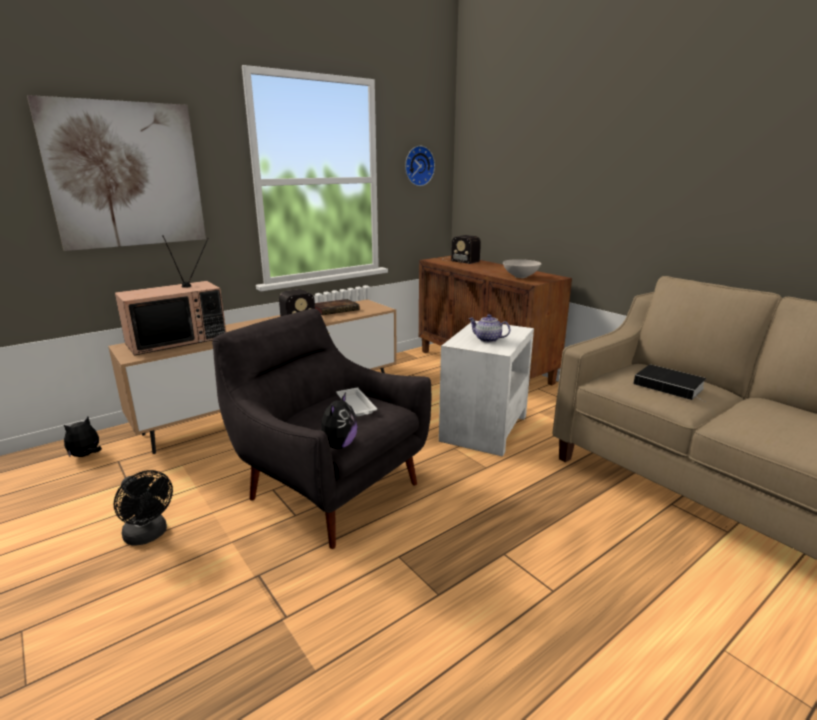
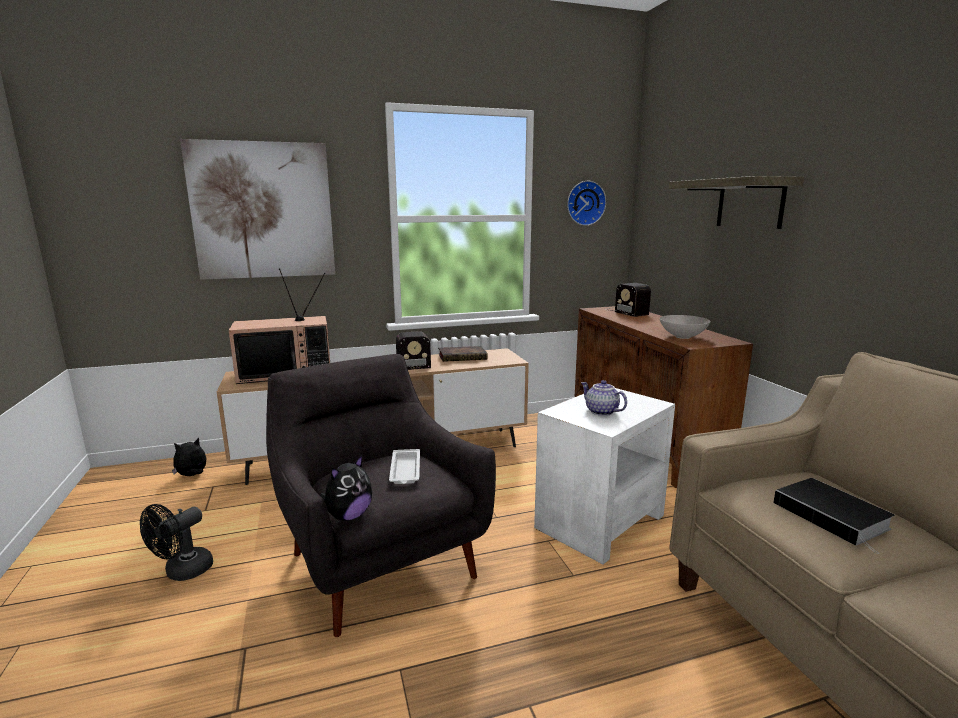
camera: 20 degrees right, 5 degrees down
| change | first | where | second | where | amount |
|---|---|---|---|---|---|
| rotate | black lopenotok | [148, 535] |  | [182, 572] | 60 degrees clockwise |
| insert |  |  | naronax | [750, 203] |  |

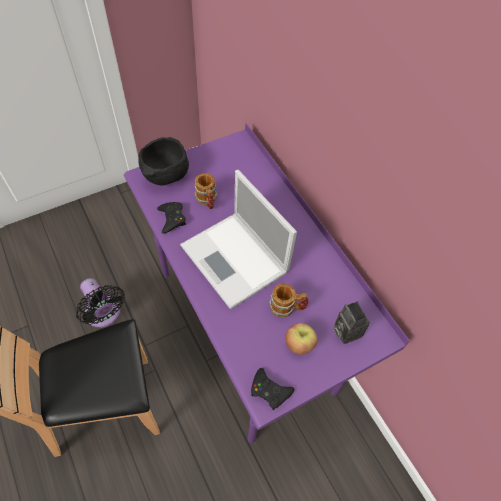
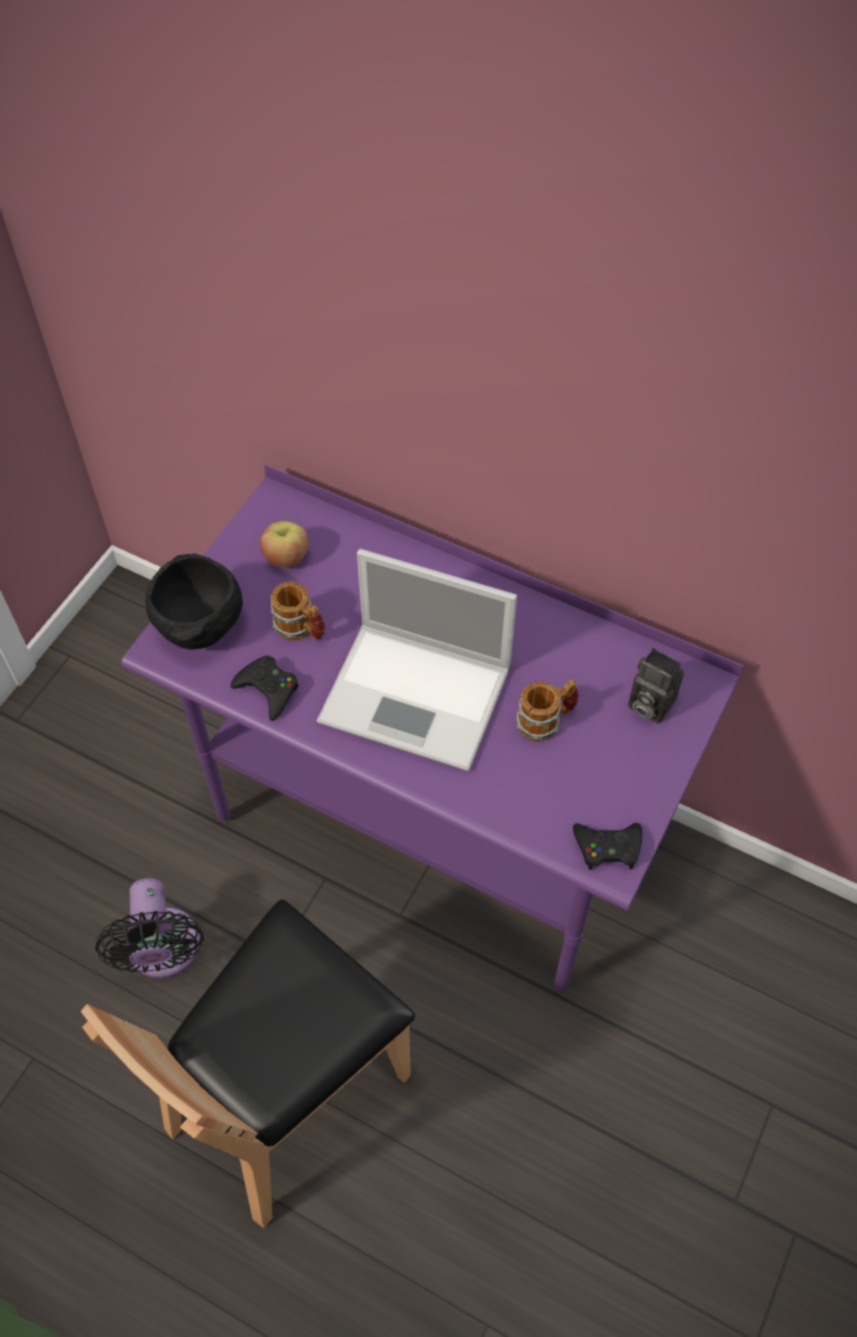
camera: 30 degrees left, 0 degrees up
| change | first | where | second | where | amount |
|---|---|---|---|---|---|
| rotate | black lopenotok | [104, 315] |  | [164, 951] | 60 degrees clockwise |
| move | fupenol | [299, 344] |  | [286, 557] |  |

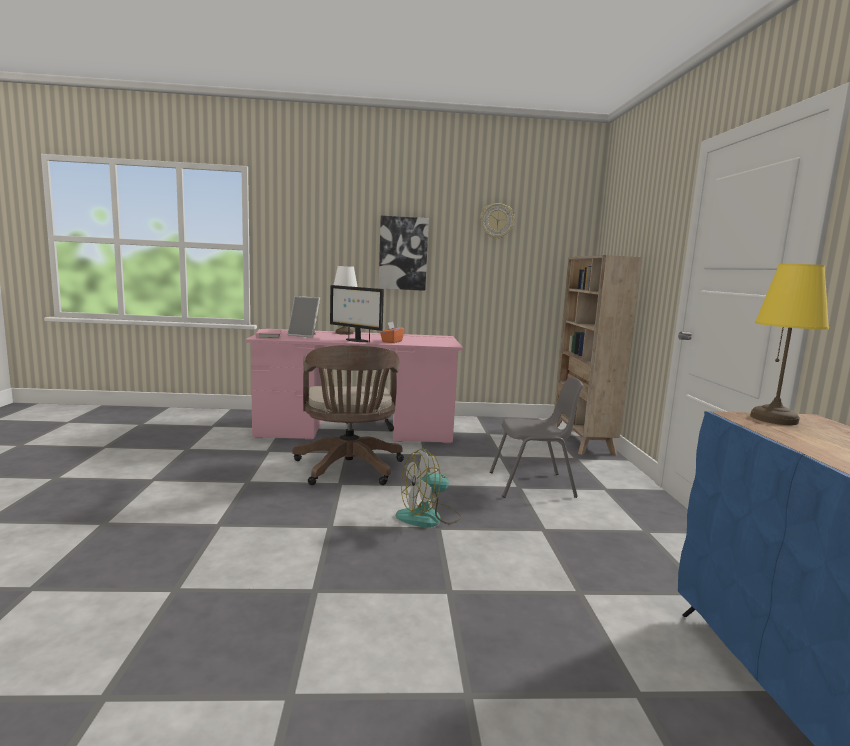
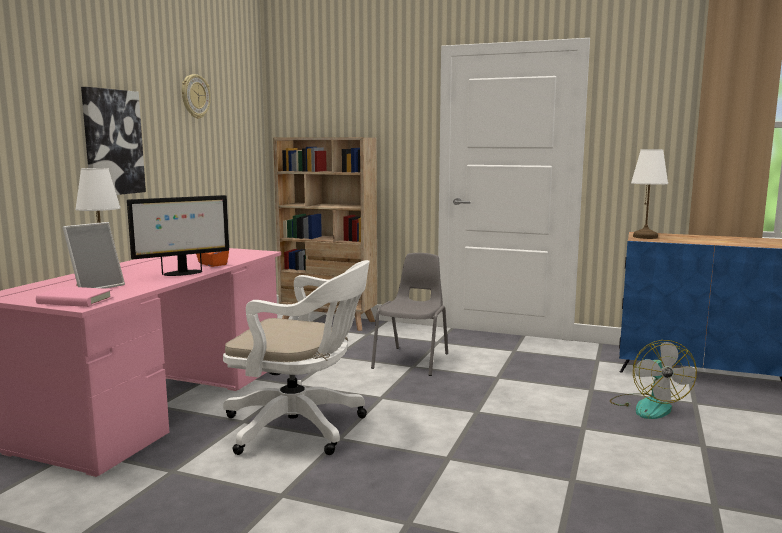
camera: 65 degrees left, 0 degrees up
| change | first | where | second | where | amount |
|---|---|---|---|---|---|
| recolor | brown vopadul | [349, 469] | white vopadul | [301, 428] |  |
| move | lopenotok | [429, 517] |  | [648, 406] |  |
| recolor | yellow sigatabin | [774, 419] | white sigatabin | [645, 237] |  |

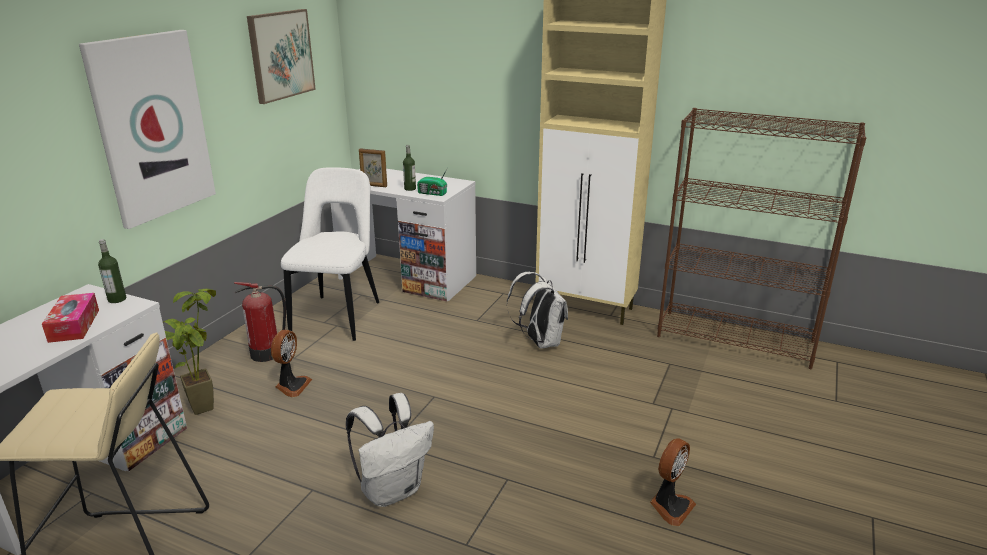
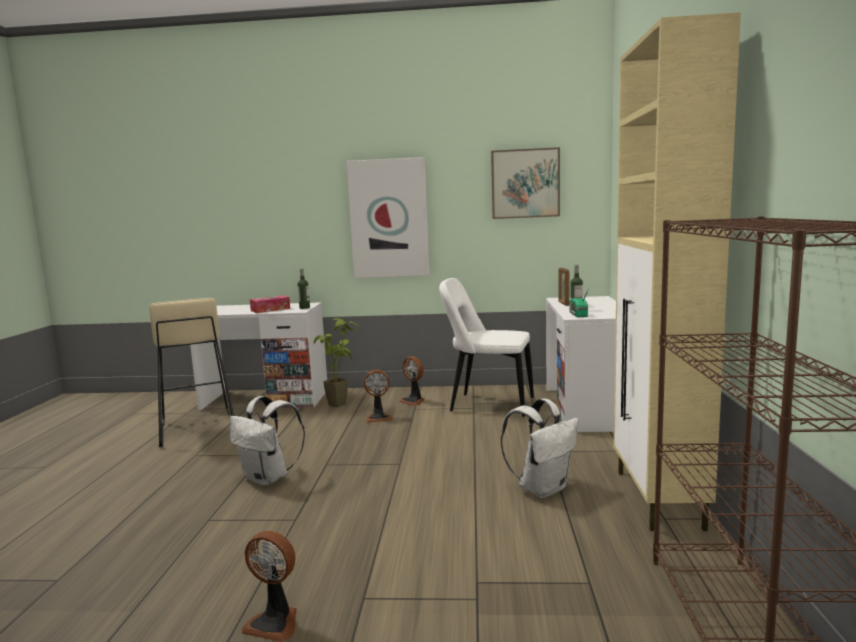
camera: 70 degrees right, 15 degrees down
| change | first | where | second | where | amount |
|---|---|---|---|---|---|
| replace | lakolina | [267, 353] | lopenotok | [413, 401] |  |
| rotate | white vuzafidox | [338, 316] |  | [488, 405] | 150 degrees counterclockwise |

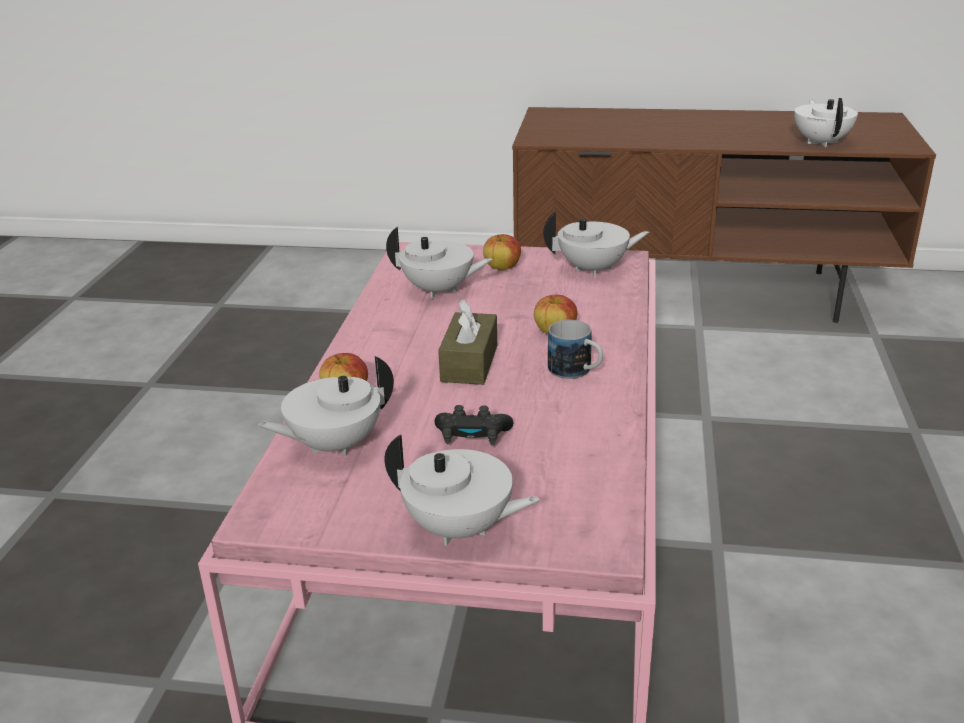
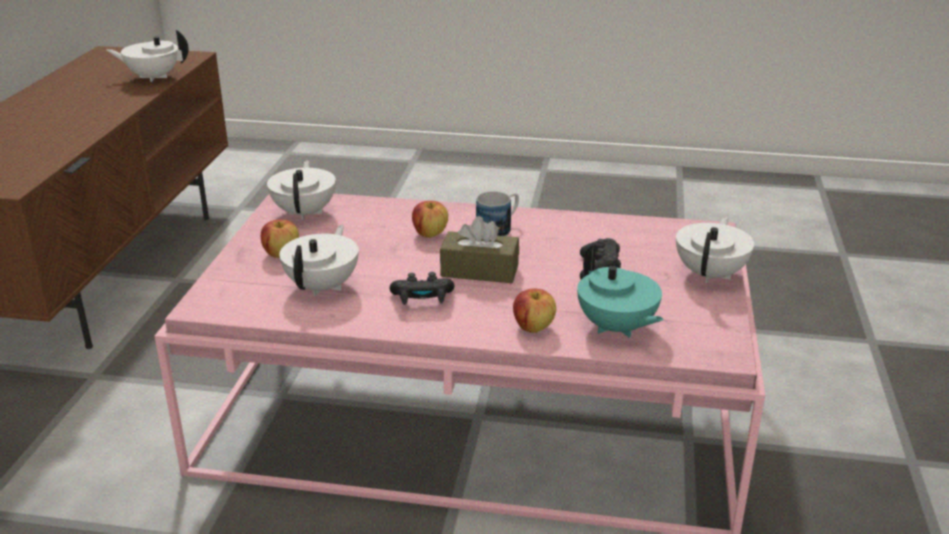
camera: 90 degrees left, 0 degrees up
| change | first | where | second | where | amount |
|---|---|---|---|---|---|
| insert |  |  | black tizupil | [422, 300] |  |
| recolor | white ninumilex | [334, 445] | turquoise ninumilex | [616, 328] |  |

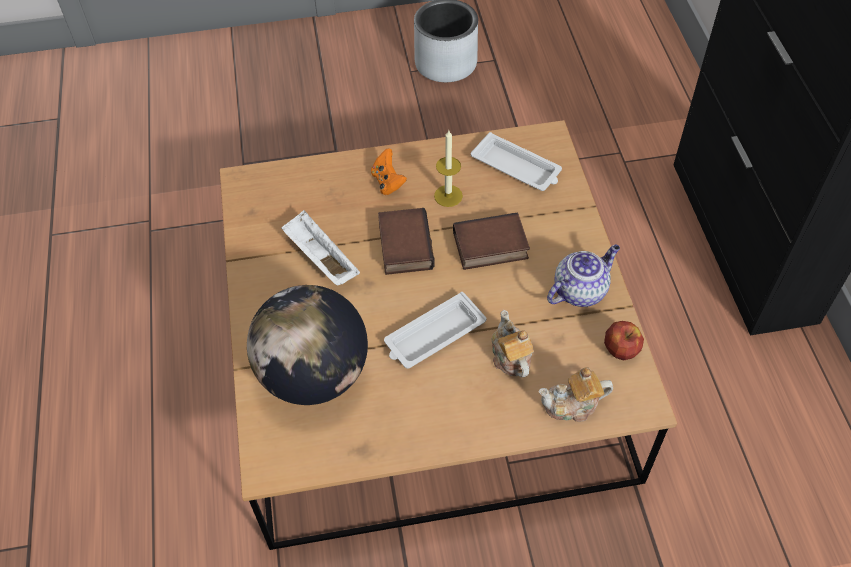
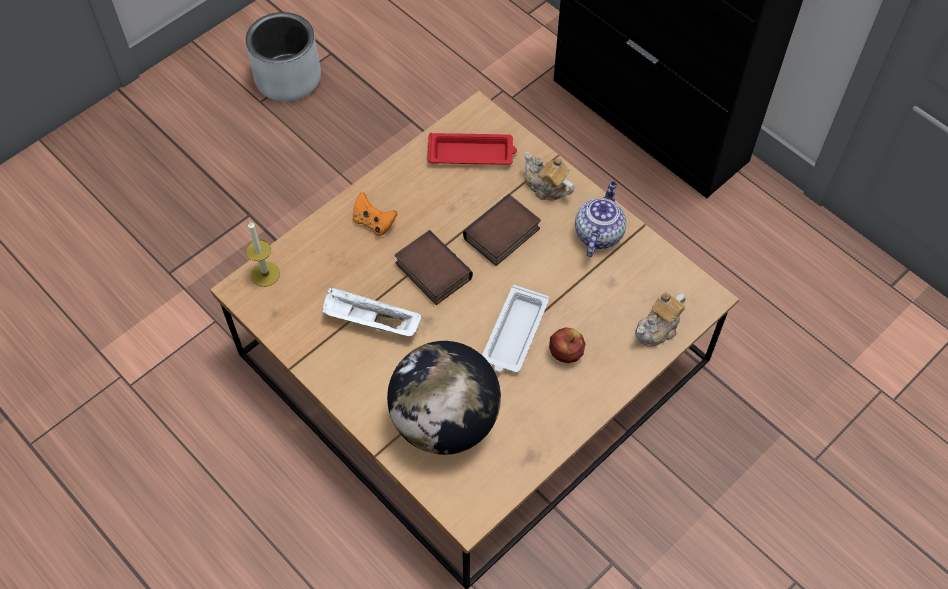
camera: 35 degrees left, 5 degrees up
| change | first | where | second | where | amount |
|---|---|---|---|---|---|
| move | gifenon | [448, 196] |  | [265, 274] |  |
| recolor | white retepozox | [517, 167] | red retepozox | [472, 153] |  |
| move | ninumilex | [510, 357] |  | [546, 187] |  |
| move | fupenol | [621, 349] |  | [565, 352] |  |

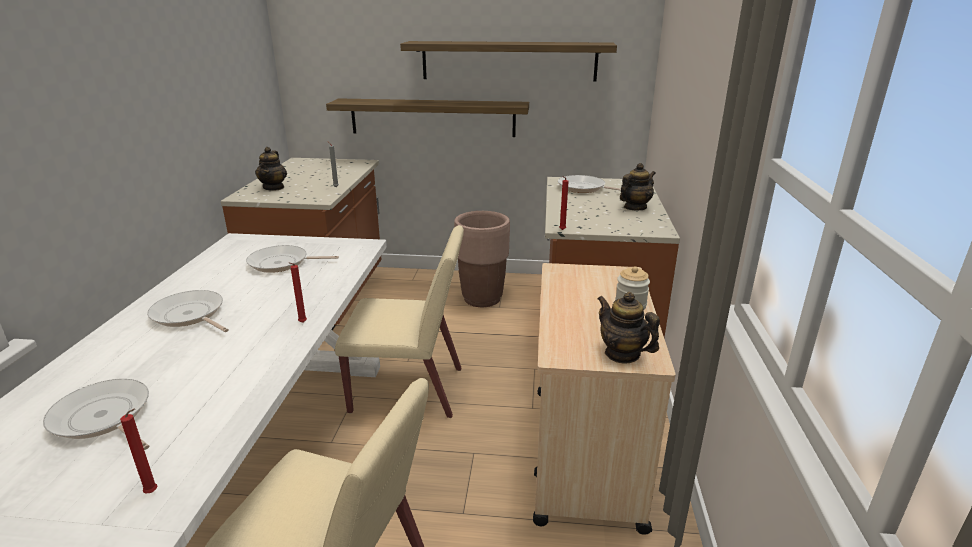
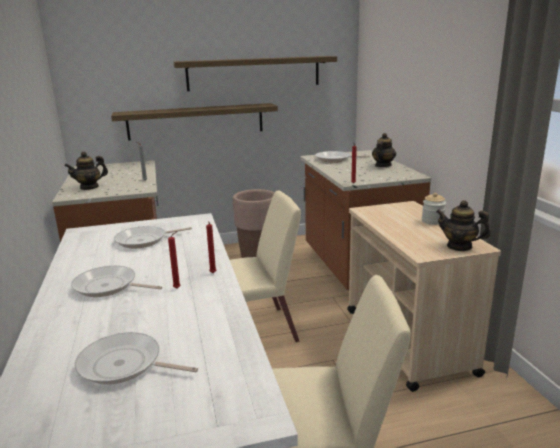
camera: 20 degrees left, 5 degrees down
| change | first | where | second | where | amount |
|---|---|---|---|---|---|
| rotate | ninumilex | [274, 187] |  | [89, 187] | 75 degrees clockwise |
| move | red gifenon | [153, 492] |  | [178, 288] |  |

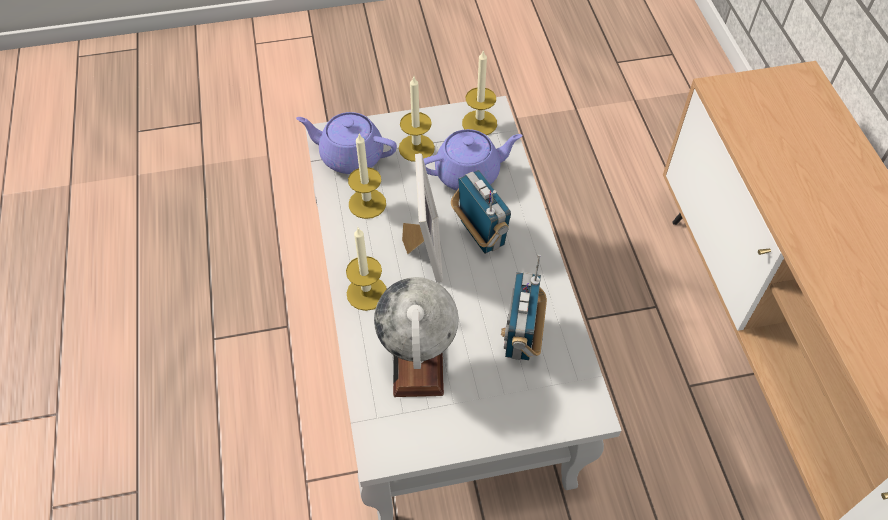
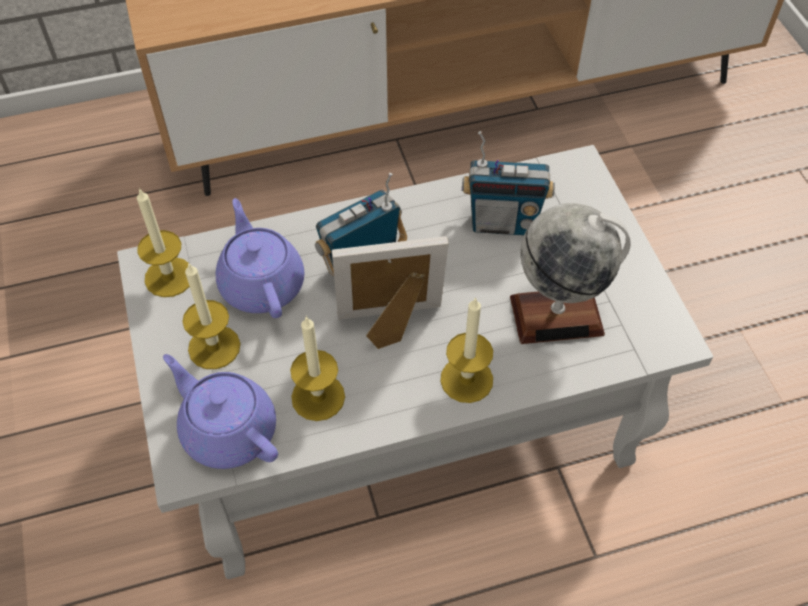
camera: 95 degrees left, 0 degrees up
| change | first | where | second | where | amount |
|---|---|---|---|---|---|
| rotate | purple ninumilex | [350, 156] |  | [227, 430] | 120 degrees clockwise |

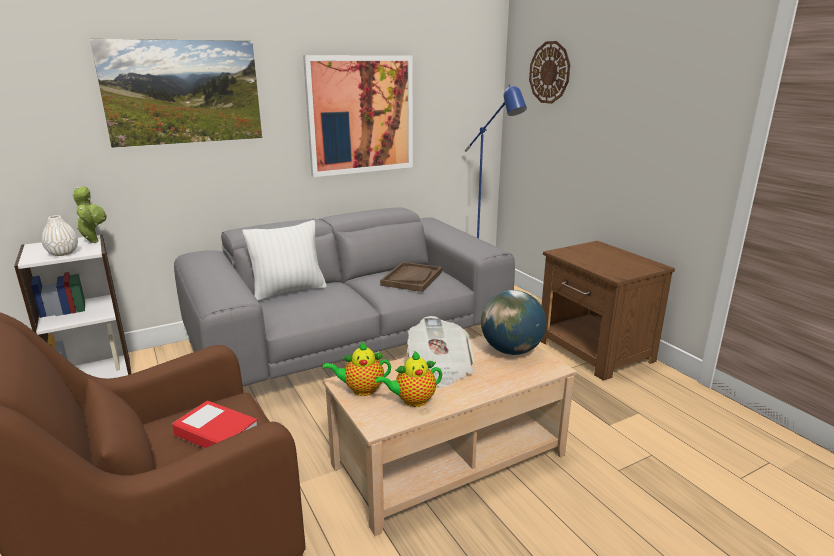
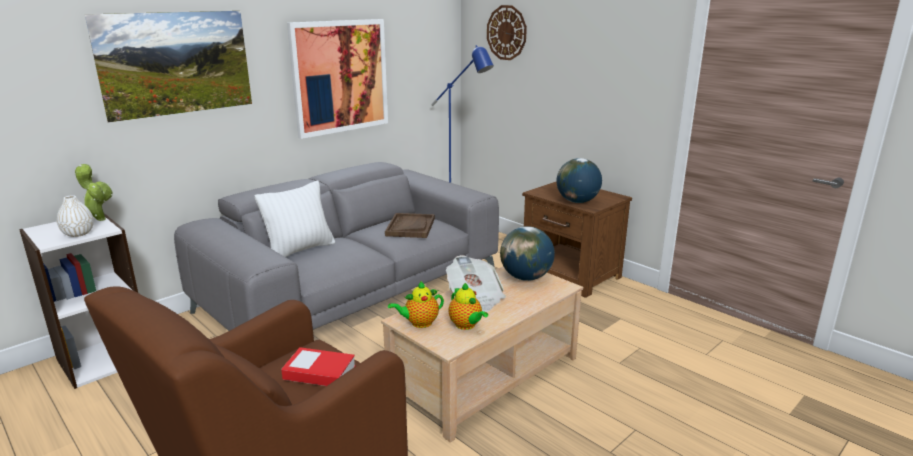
camera: 15 degrees left, 0 degrees up
| change | first | where | second | where | amount |
|---|---|---|---|---|---|
| rotate | ninumilex | [412, 400] |  | [466, 325] | 90 degrees counterclockwise |
| insert |  |  | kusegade | [577, 201] |  |

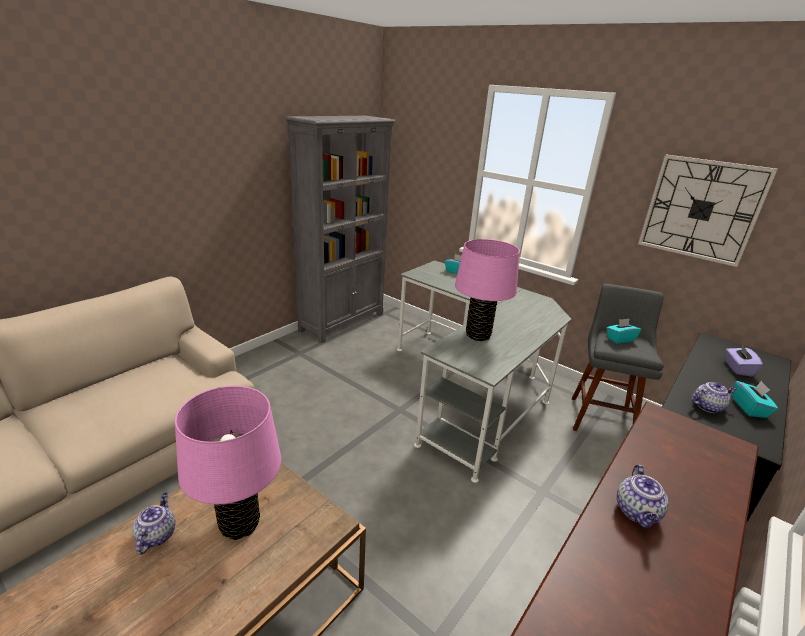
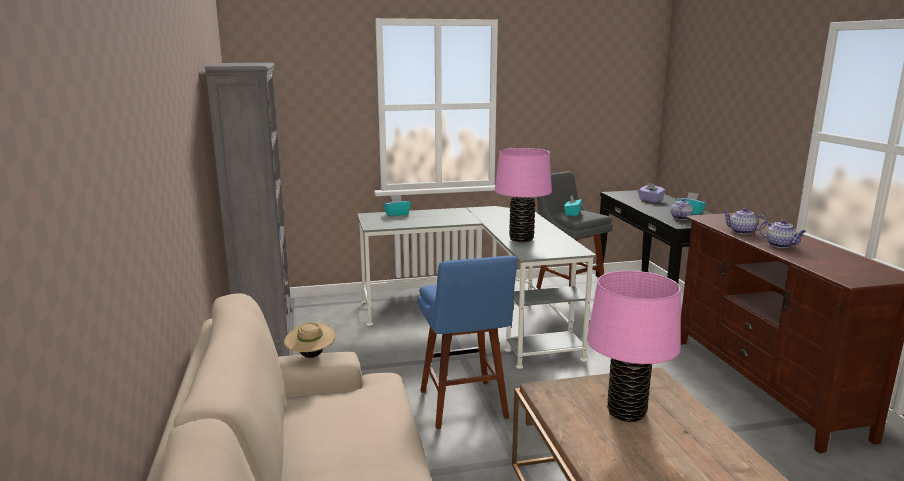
camera: 50 degrees left, 10 degrees down
| change | first | where | second | where | amount |
|---|---|---|---|---|---|
| insert |  |  | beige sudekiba | [310, 356] |  |
| insert |  |  | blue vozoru | [464, 407] |  |
| move | ninumilex | [156, 535] |  | [741, 232] |  |
| delete | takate | [701, 209] |  |  |  |

